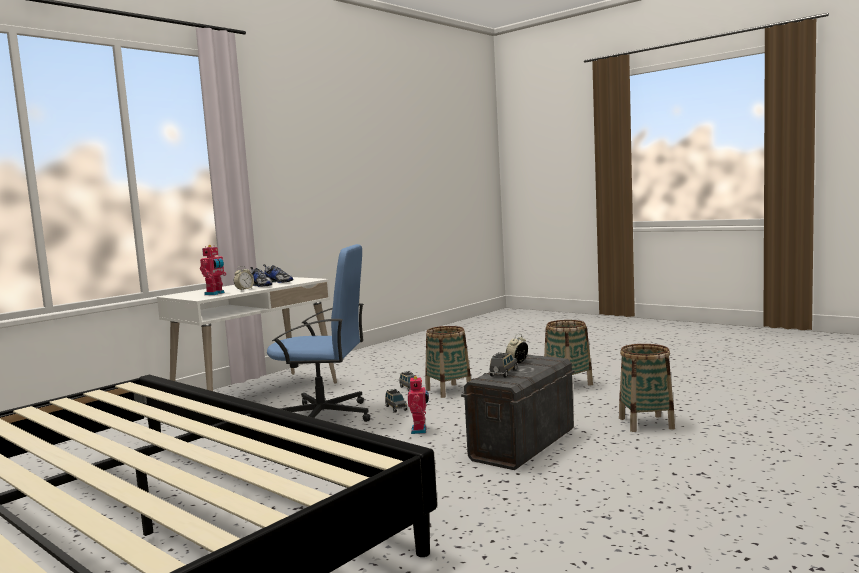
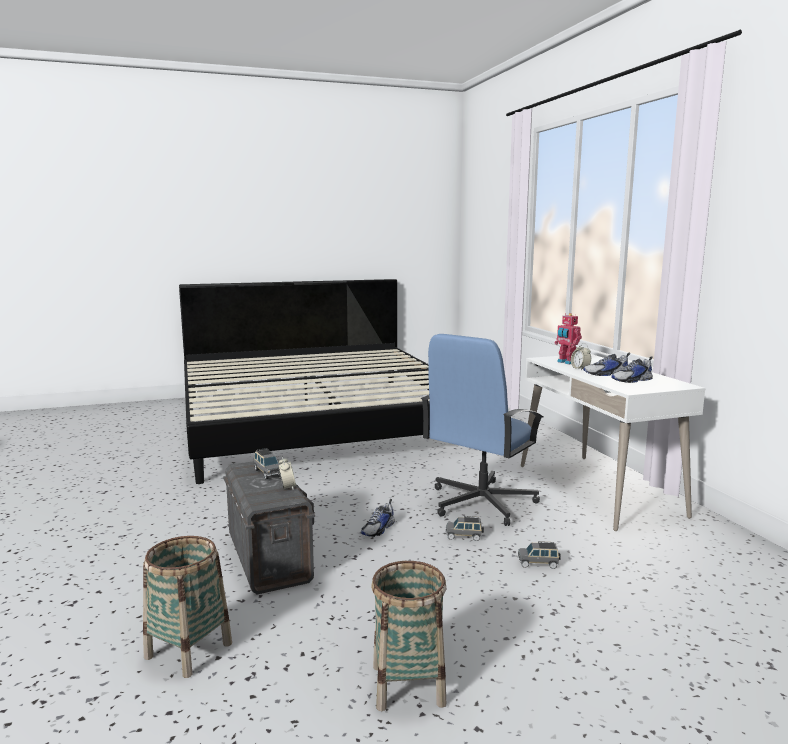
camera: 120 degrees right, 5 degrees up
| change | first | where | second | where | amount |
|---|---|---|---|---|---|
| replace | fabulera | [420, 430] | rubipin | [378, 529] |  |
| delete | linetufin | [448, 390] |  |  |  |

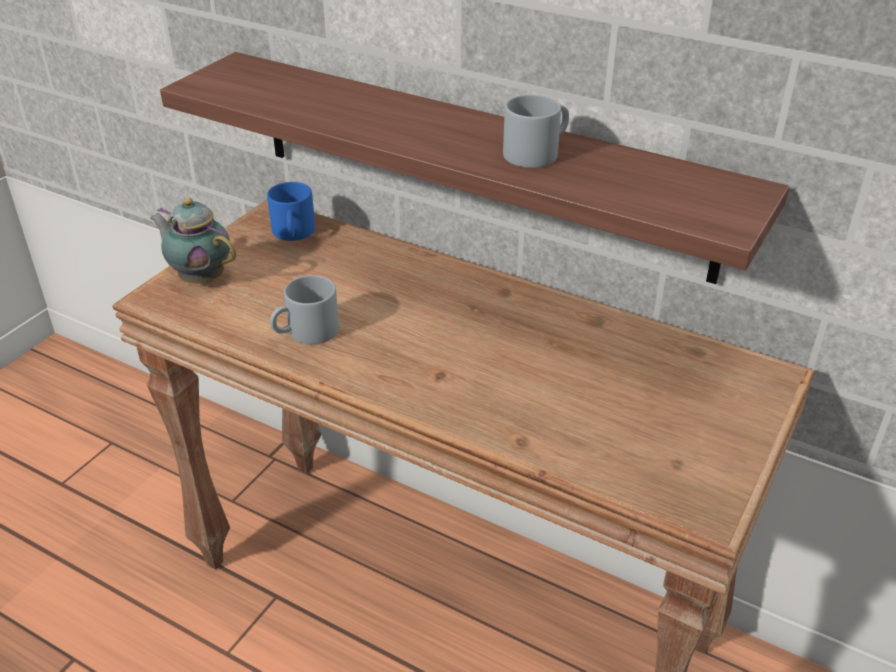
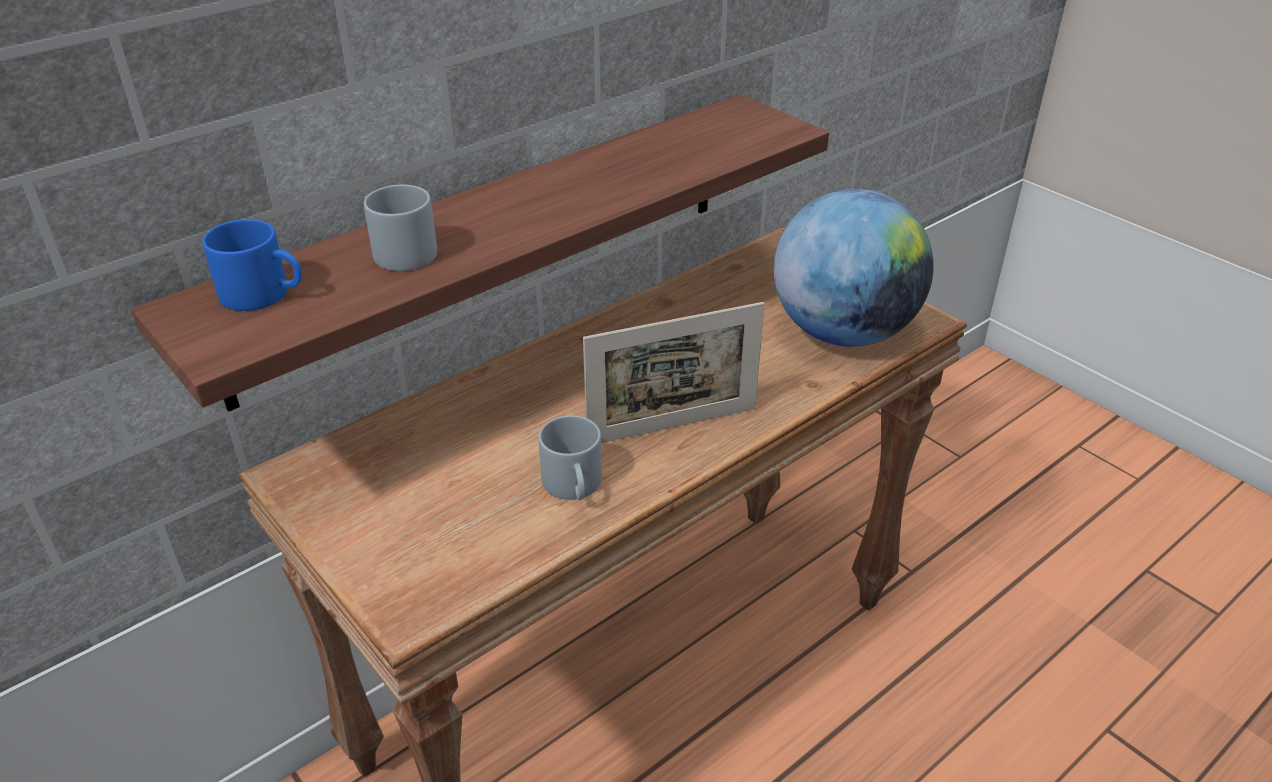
camera: 70 degrees left, 0 degrees up
| change | first | where | second | where | amount |
|---|---|---|---|---|---|
| move | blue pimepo | [294, 233] |  | [265, 294] |  |
| move | grey pimepo | [537, 152] |  | [402, 249] |  |
| insert |  |  | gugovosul | [672, 426] |  |
| insert |  |  | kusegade | [843, 332] |  |
| delete | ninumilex | [200, 278] |  |  |  |

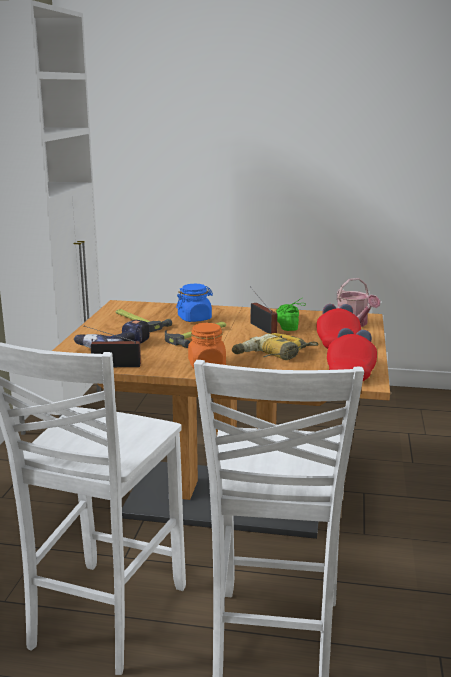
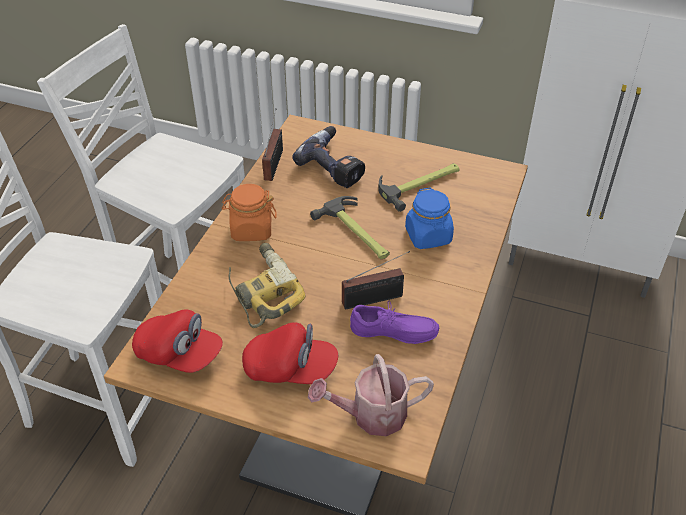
camera: 100 degrees right, 25 degrees up
| change | first | where | second | where | amount |
|---|---|---|---|---|---|
| recolor | green rubipin | [289, 322] | purple rubipin | [393, 334] |  |

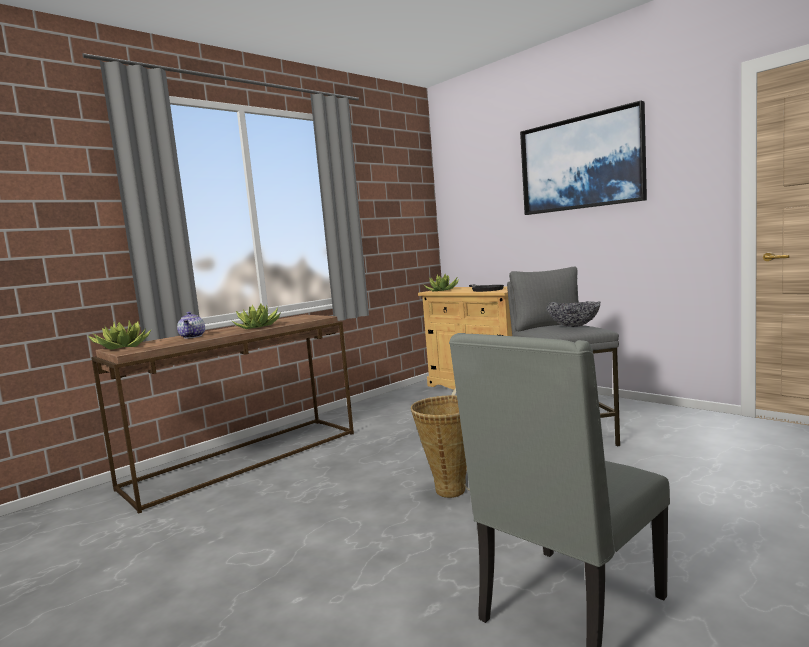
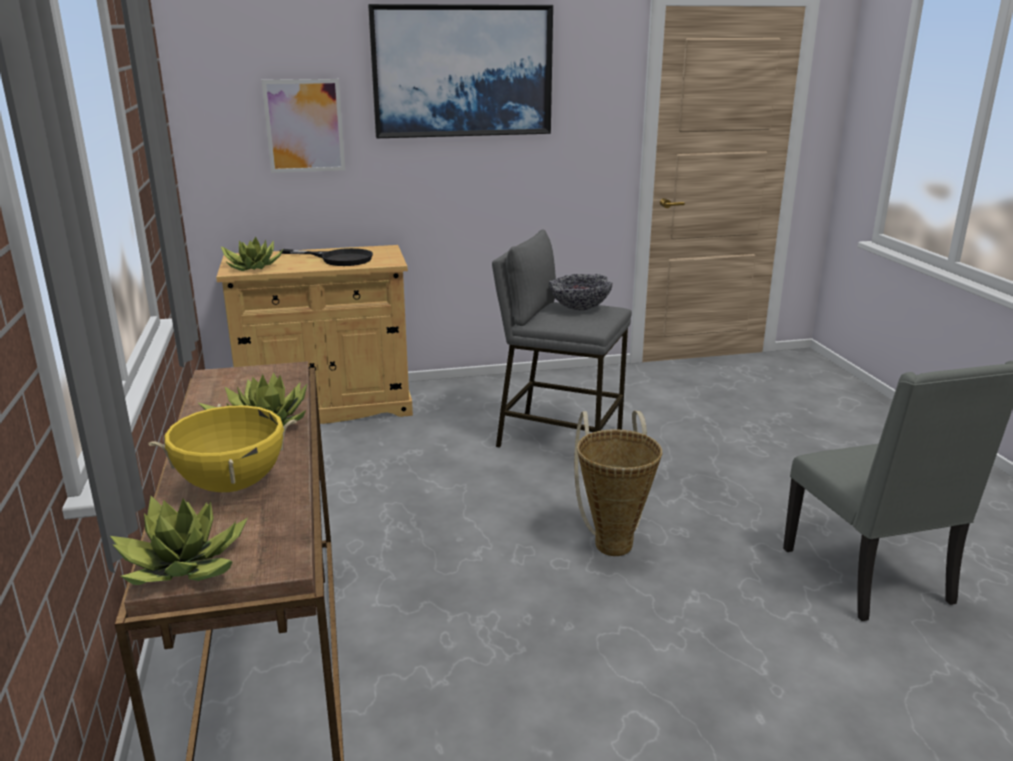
camera: 60 degrees left, 15 degrees up
| change | first | where | second | where | amount |
|---|---|---|---|---|---|
| replace | ninumilex | [193, 337] | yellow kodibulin | [232, 484] |  |
| insert |  |  | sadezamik | [304, 126] |  |

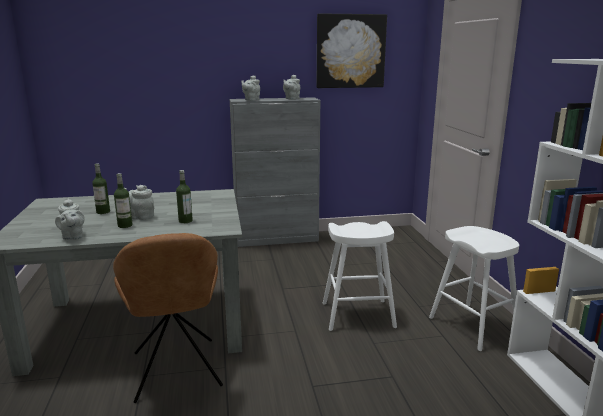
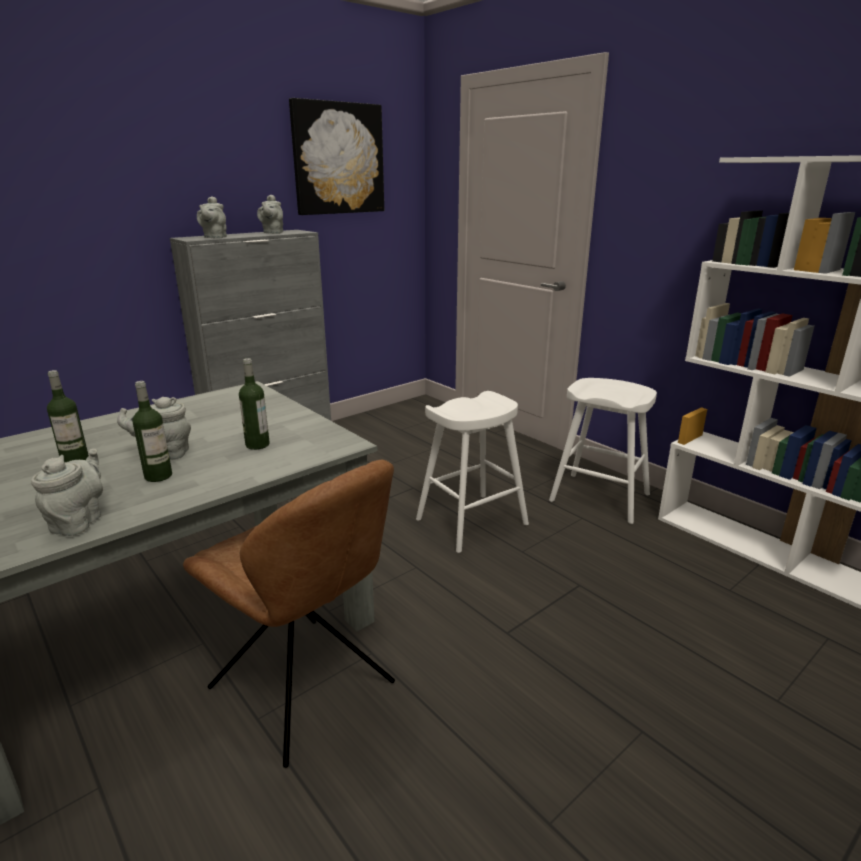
camera: 30 degrees left, 5 degrees up
| change | first | where | second | where | amount |
|---|---|---|---|---|---|
| rotate | grey ninumilex | [72, 237] |  | [79, 521] | 120 degrees counterclockwise |

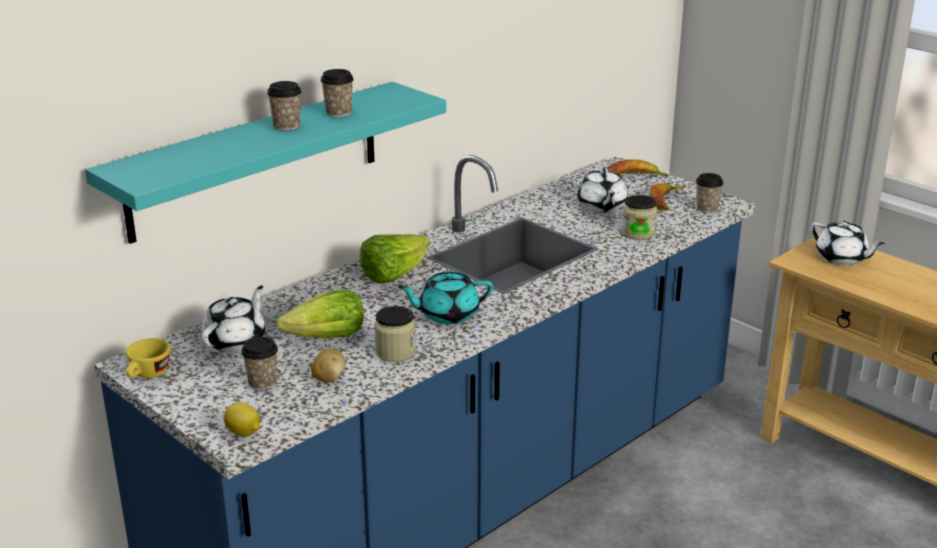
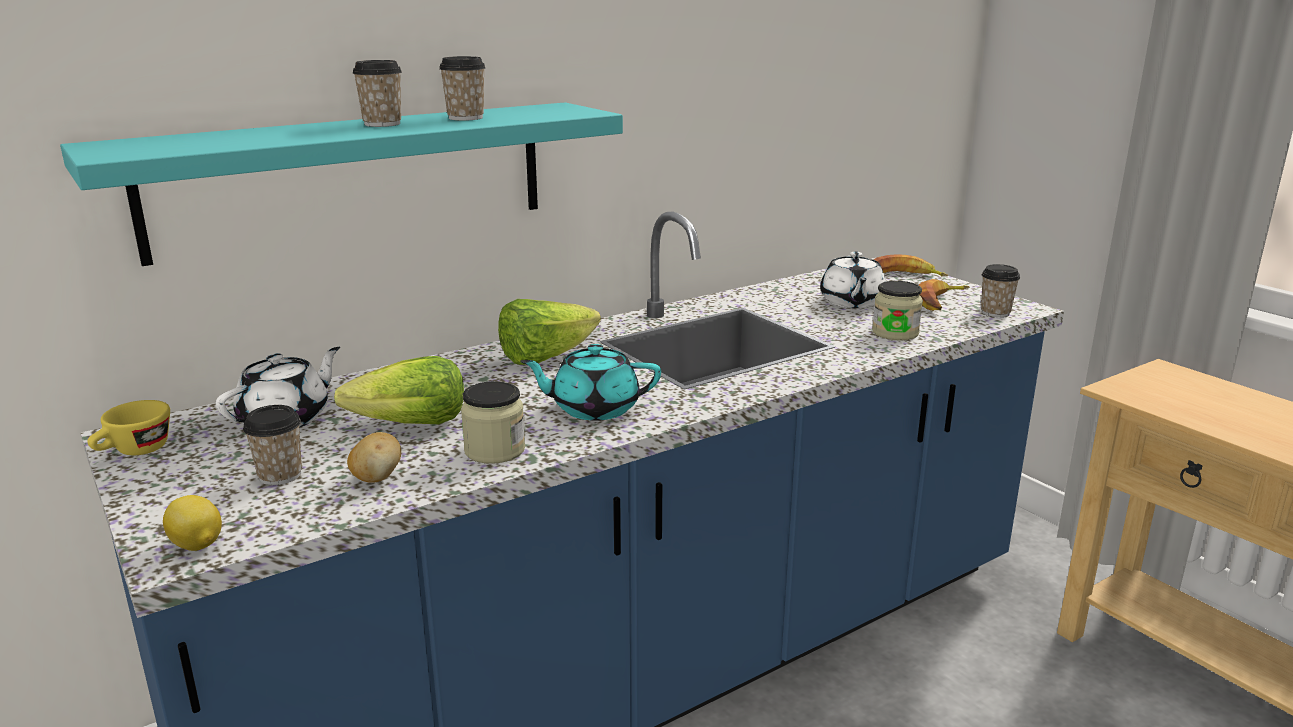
camera: 10 degrees right, 5 degrees down
| change | first | where | second | where | amount |
|---|---|---|---|---|---|
| delete | white ninumilex | [841, 258] |  |  |  |

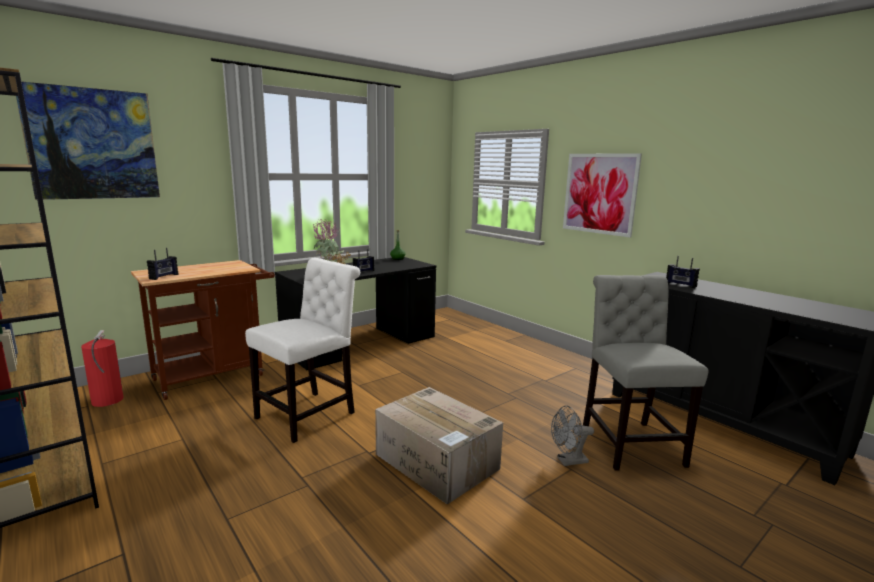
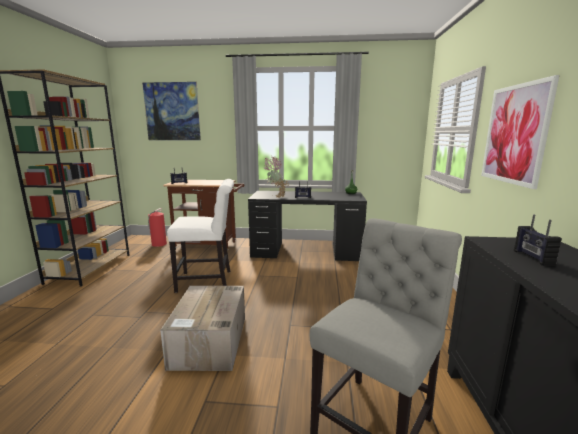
camera: 45 degrees right, 0 degrees up
| change | first | where | second | where | amount |
|---|---|---|---|---|---|
| delete | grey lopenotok | [568, 461] |  |  |  |

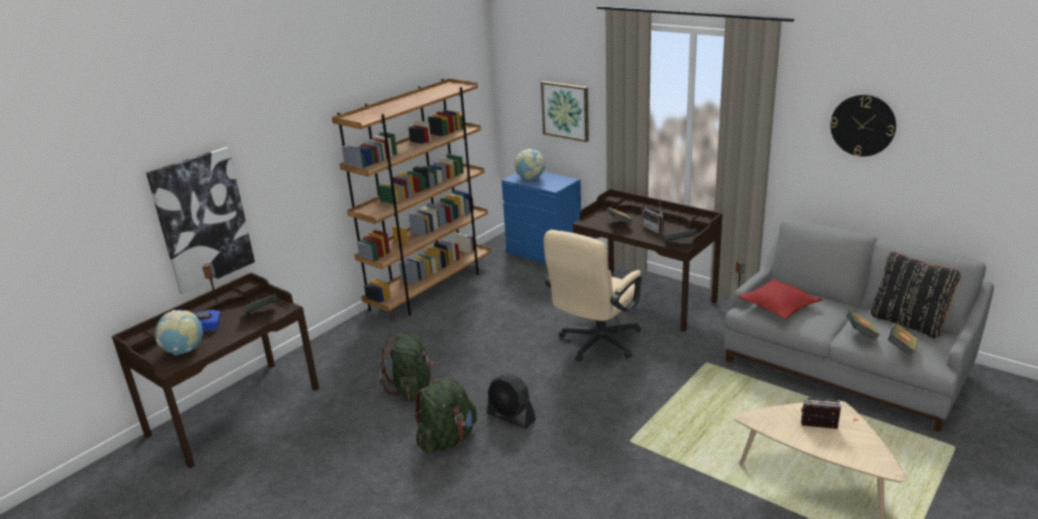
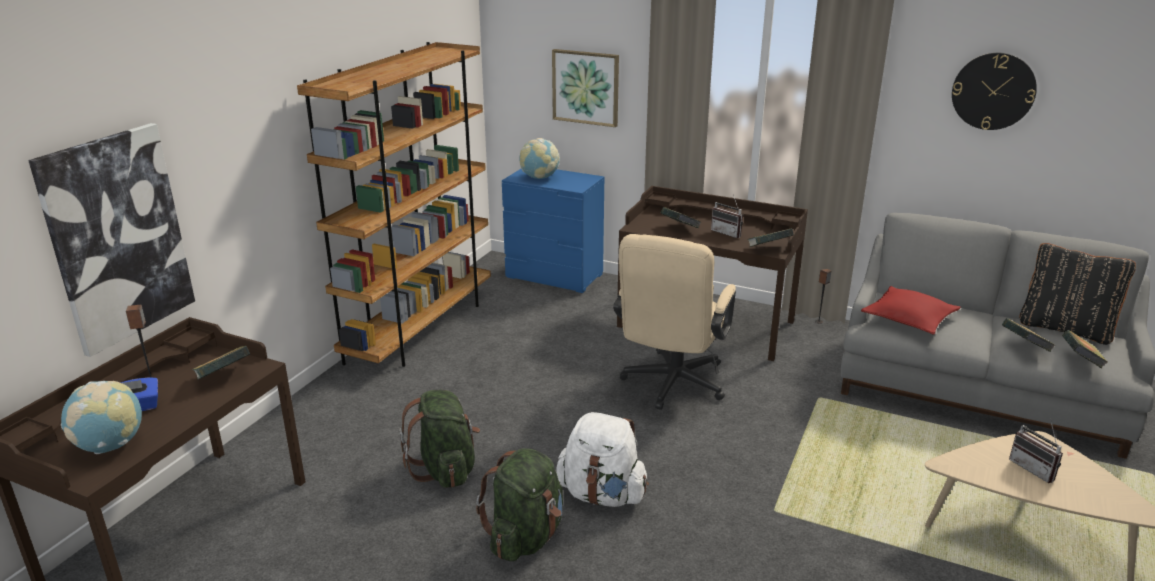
camera: 15 degrees left, 0 degrees up
| change | first | where | second | where | amount |
|---|---|---|---|---|---|
| replace | black lopenotok | [511, 417] | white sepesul | [602, 495] |  |
| rotate | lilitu | [819, 428] |  | [1035, 469] | 120 degrees counterclockwise |

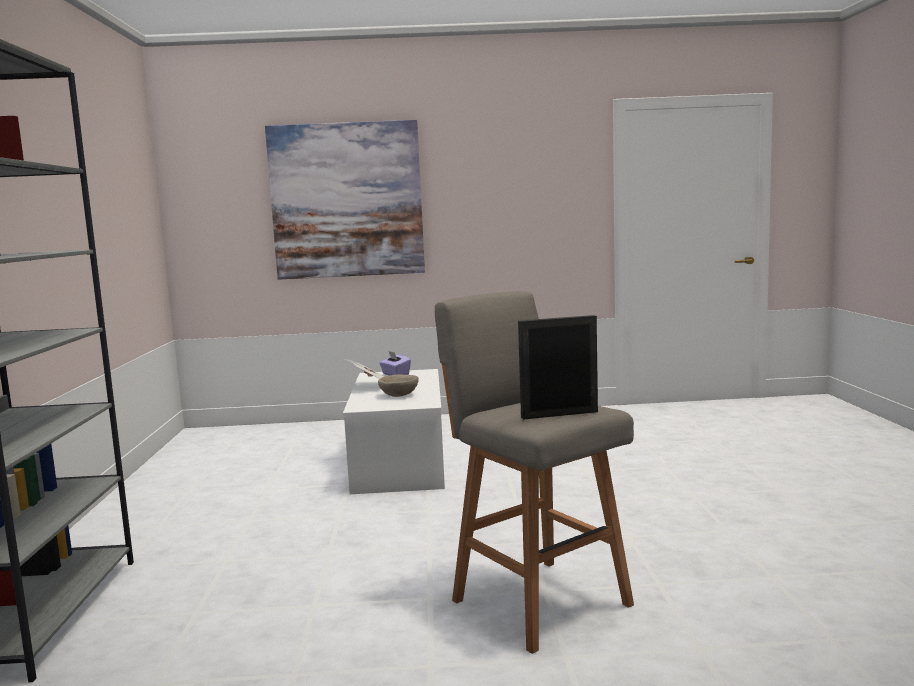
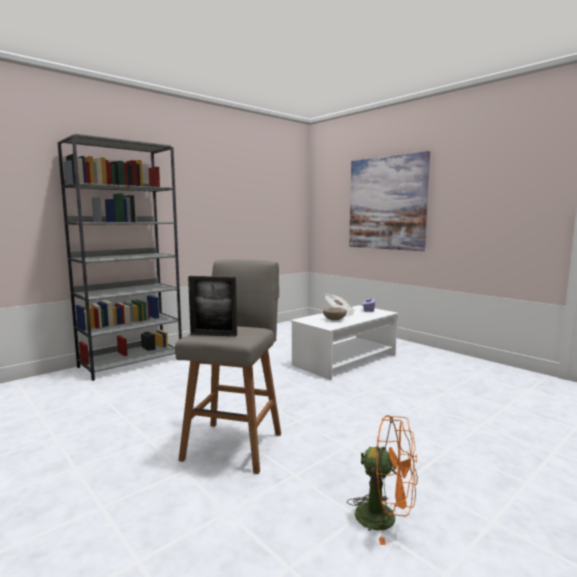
camera: 50 degrees right, 0 degrees up
| change | first | where | second | where | amount |
|---|---|---|---|---|---|
| rotate | gugovosul | [559, 414] |  | [213, 334] | 150 degrees clockwise |
| insert |  |  | orange lopenotok | [385, 518] |  |

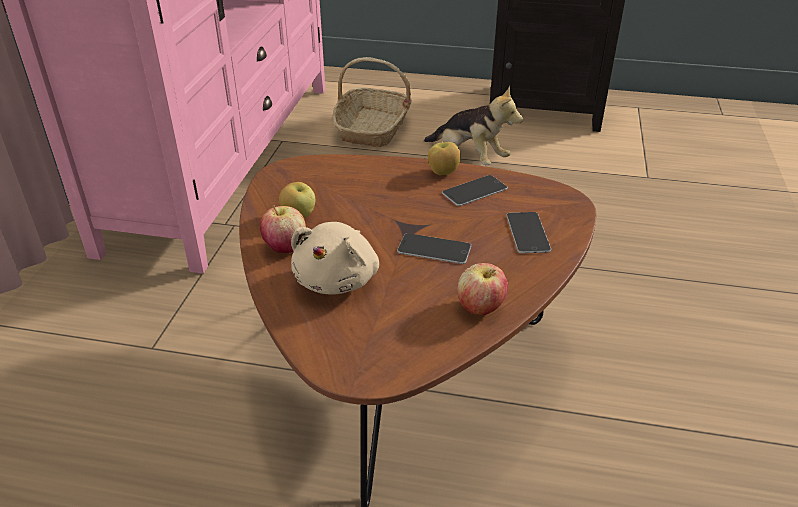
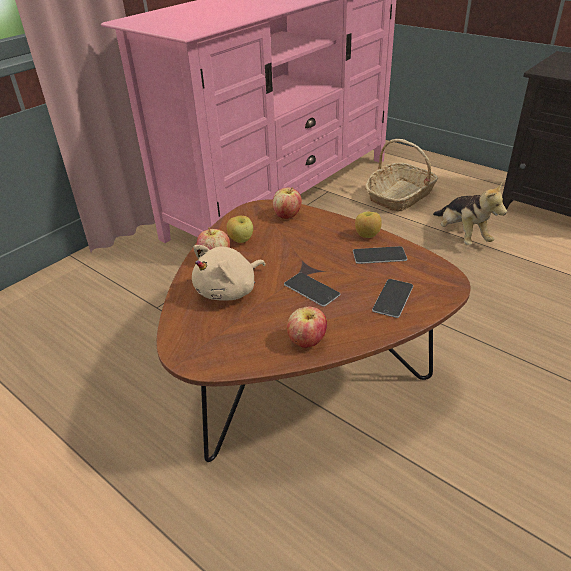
camera: 30 degrees right, 0 degrees up
| change | first | where | second | where | amount |
|---|---|---|---|---|---|
| insert |  |  | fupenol | [287, 215] |  |

